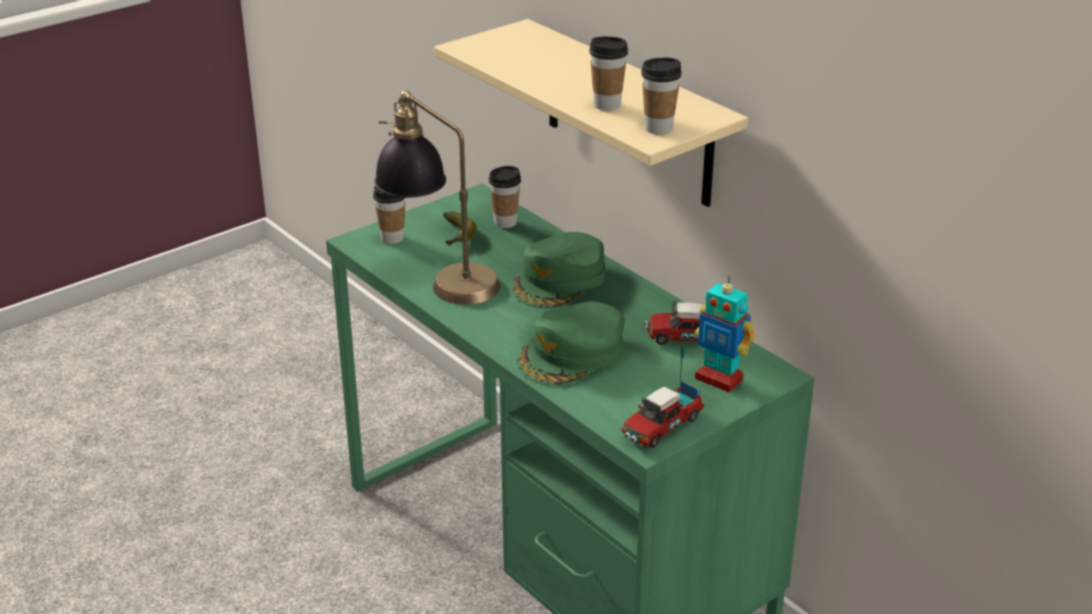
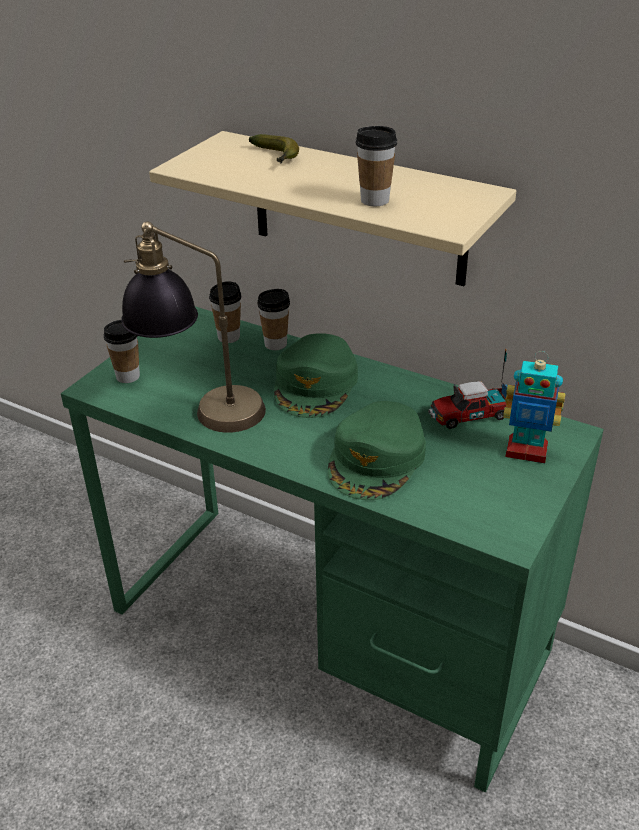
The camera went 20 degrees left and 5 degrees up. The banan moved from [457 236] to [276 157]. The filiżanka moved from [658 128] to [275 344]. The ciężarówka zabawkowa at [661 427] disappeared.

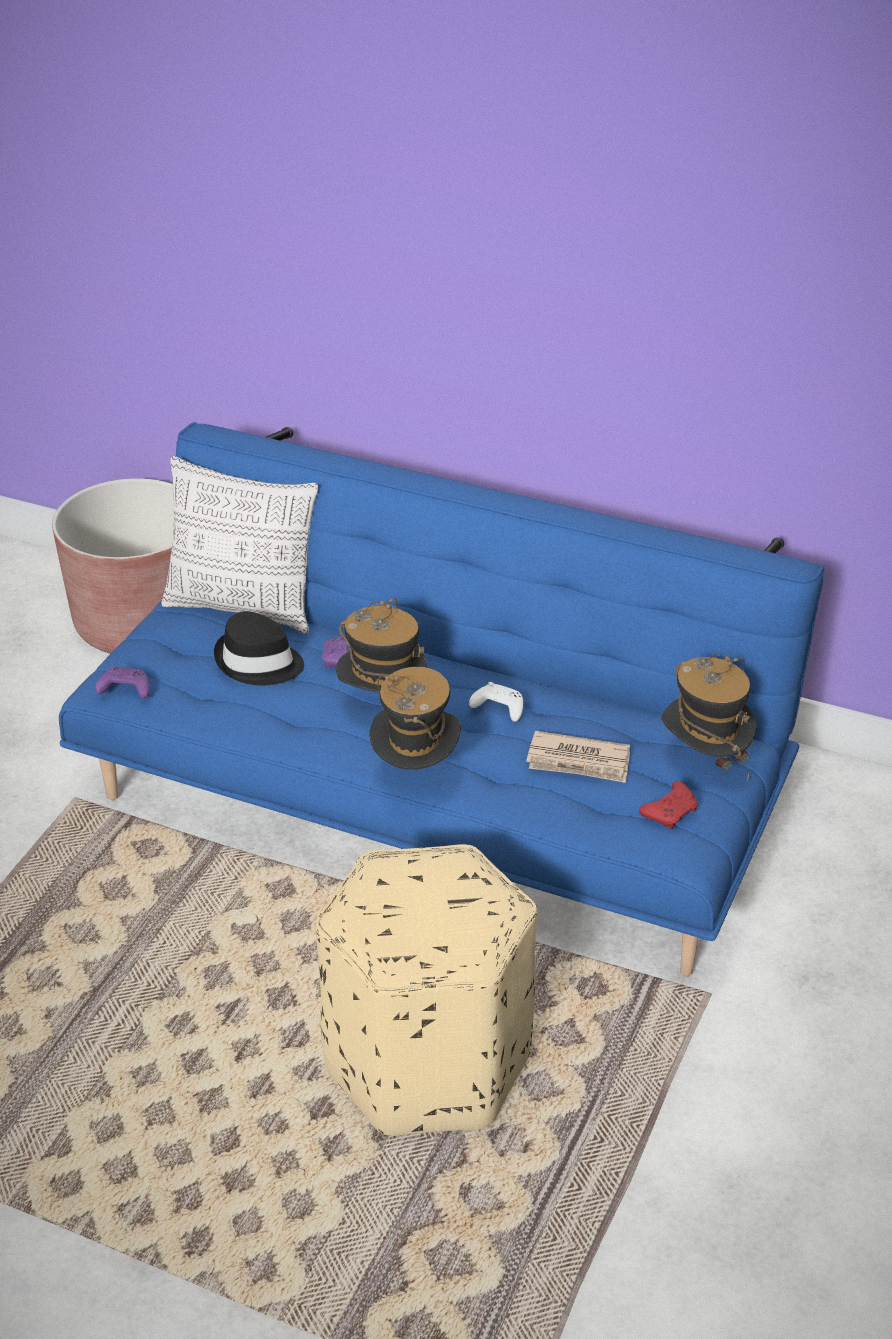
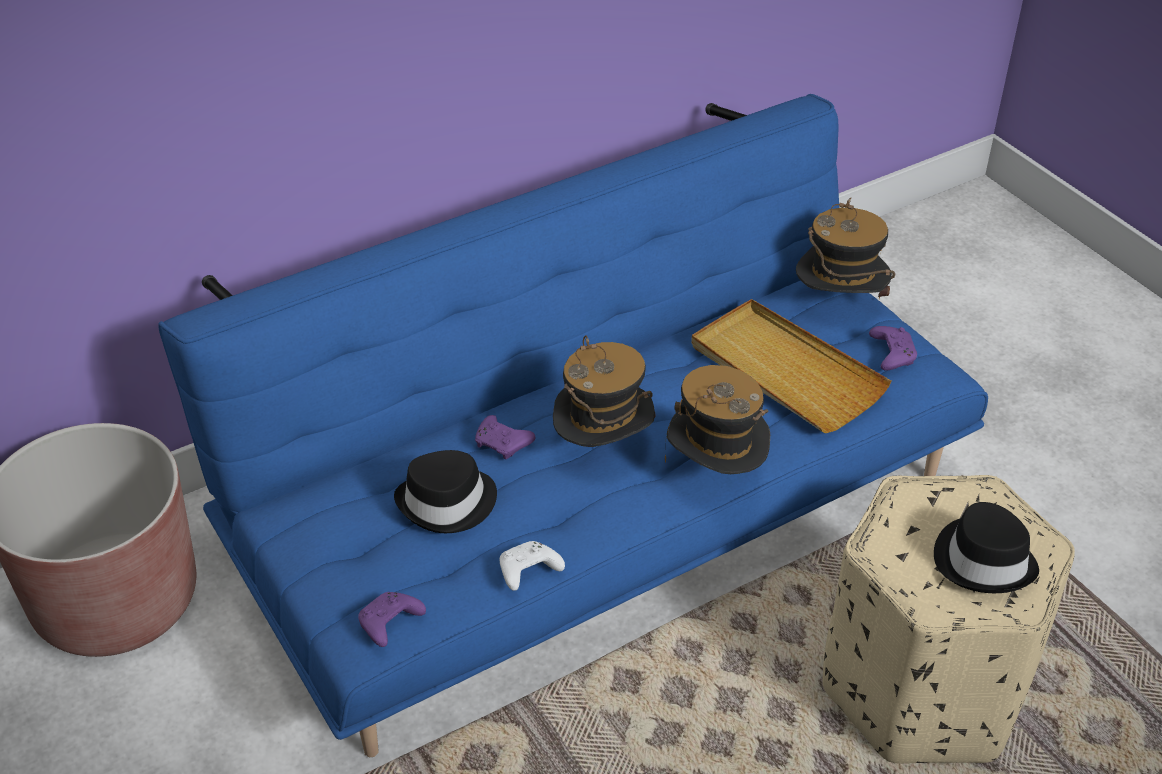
The camera went 55 degrees left and 5 degrees up. The pad do gier [biały] moved from [497 709] to [527 572]. The gazeta at [579 761] was replaced by the taca [beżowy] at [785 371]. The pad do gier [czerwony] at [671 812] became the pad do gier [fioletowy] at [891 354]. The kapelusz [czarny] at [984 560] appeared. The poduszka at [243 608] disappeared.

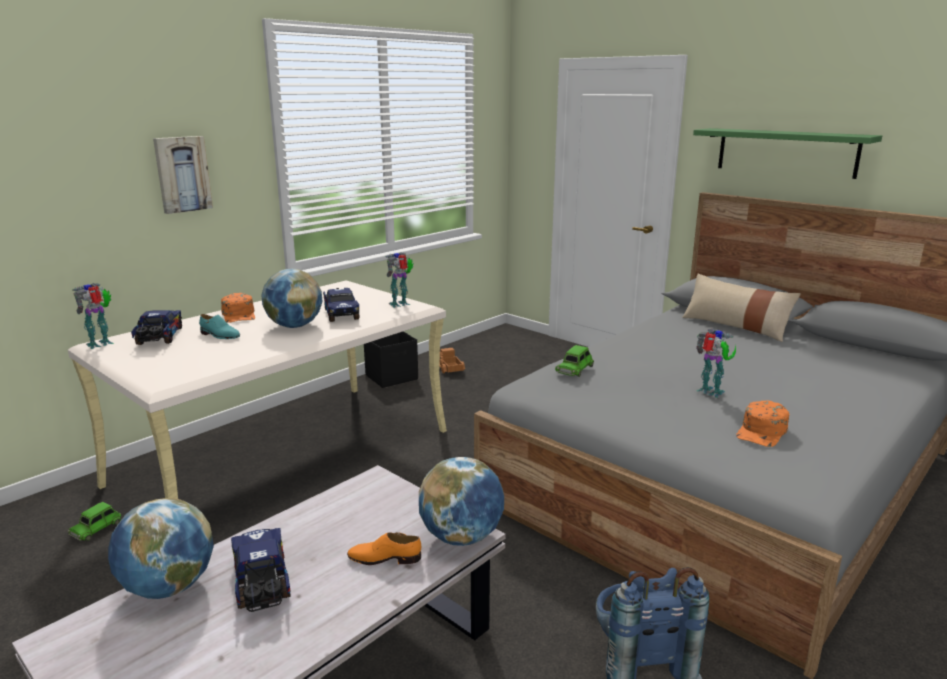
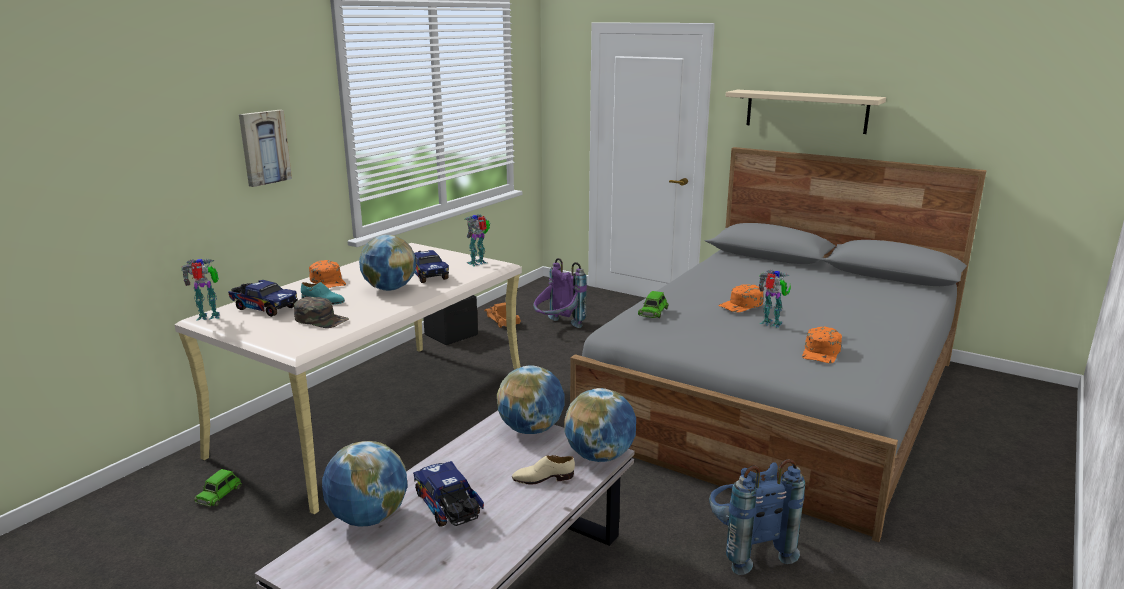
The camera went 10 degrees left and 0 degrees up. The robot zabawkowy at [101 344] turned 45 degrees clockwise. The ciężarówka zabawkowa at [159 338] turned 135 degrees clockwise. The czapka z daszkiem [zielony] at [321 319] appeared. The globus at [531 429] appeared. The but [pomarańczowy] at [384 558] became the but [beżowy] at [543 478]. The plecak [fioletowy] at [557 328] appeared. The czapka z daszkiem [pomarańczowy] at [741 305] appeared. The półka [zielony] at [786 152] became the półka [beżowy] at [806 111]. The poduszka [beżowy] at [735 326] disappeared.

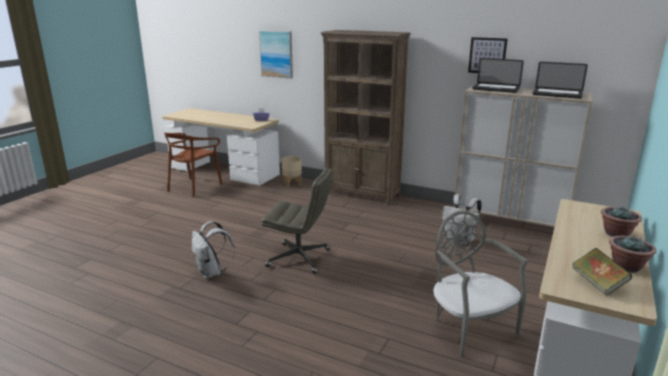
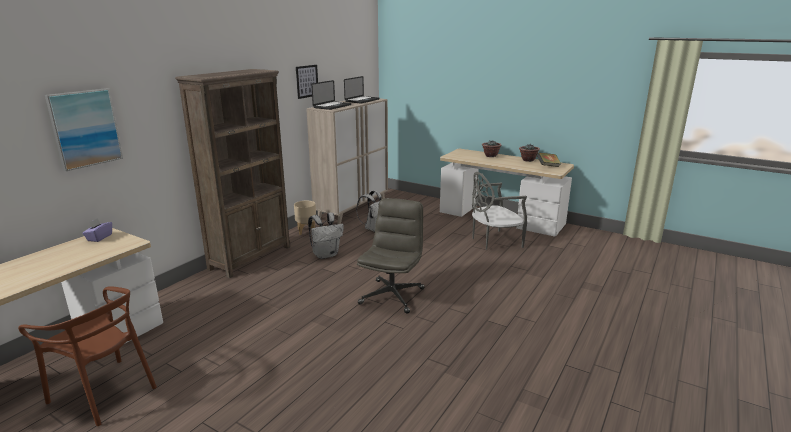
The camera went 85 degrees left and 0 degrees up. The donica [beżowy] moved from [292 184] to [306 231]. The plecak [biały] moved from [212 273] to [326 254].

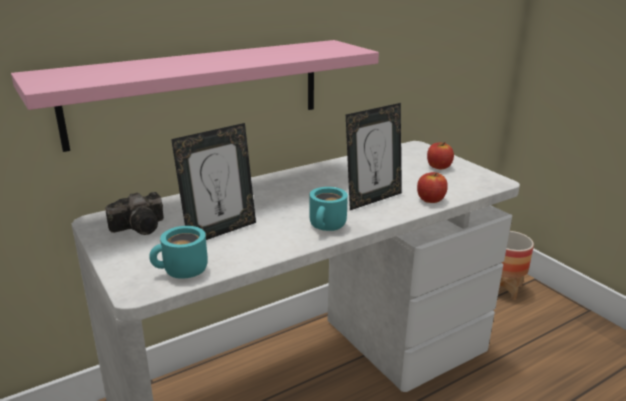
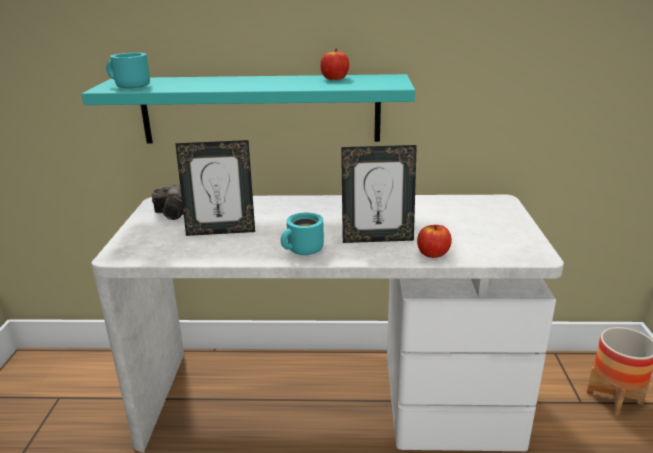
The camera went 35 degrees right and 0 degrees up. The półka [różowy] at [198 91] became the półka [turkusowy] at [260 109]. The kubek [turkusowy] moved from [182 272] to [129 87]. The jabłko moved from [438 167] to [334 78].

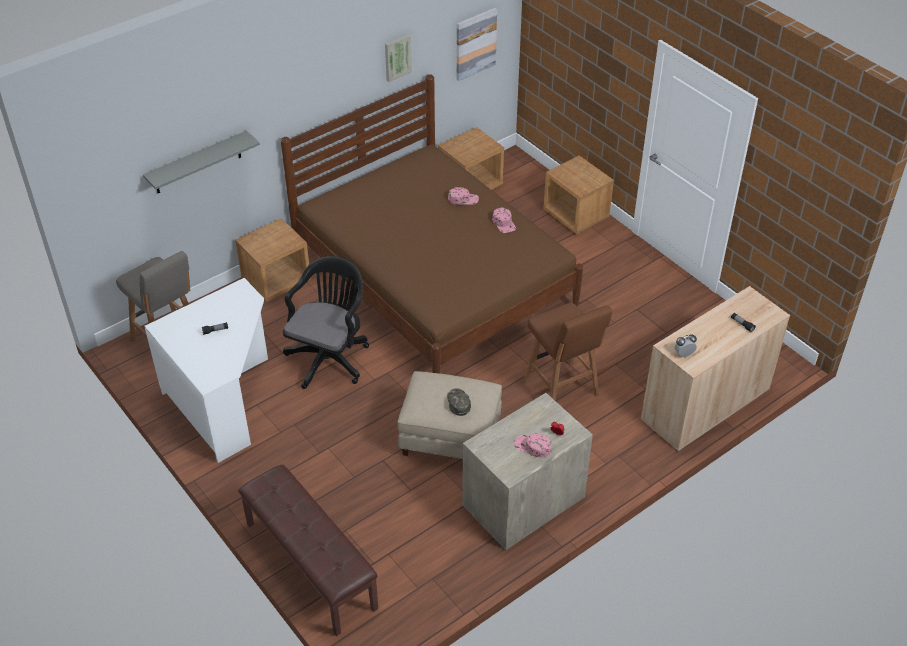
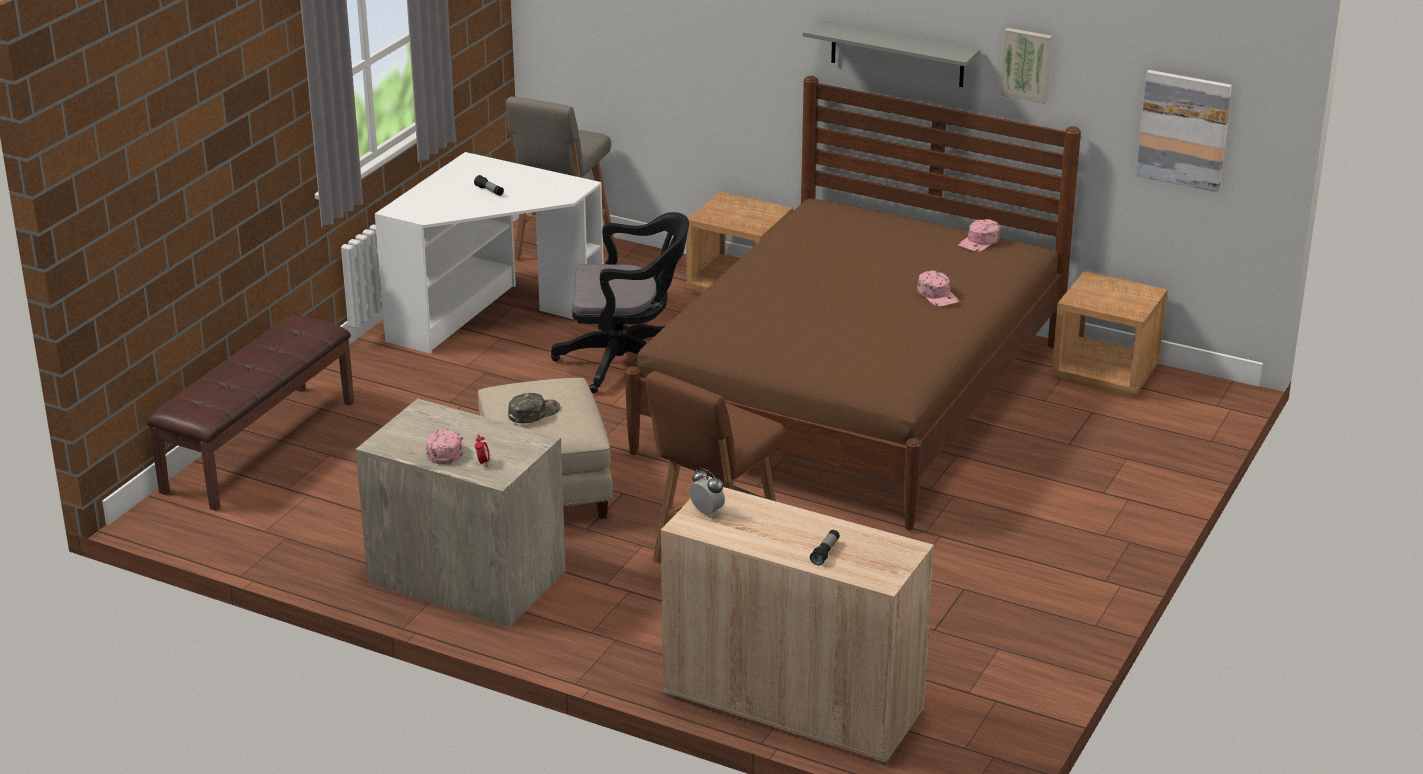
The camera went 65 degrees right and 15 degrees down. The półka [szary] moved from [197 163] to [897 54]. The czapka z daszkiem [różowy] moved from [504 223] to [979 242]. The szafka nocna [brązowy] at [576 215] disappeared.

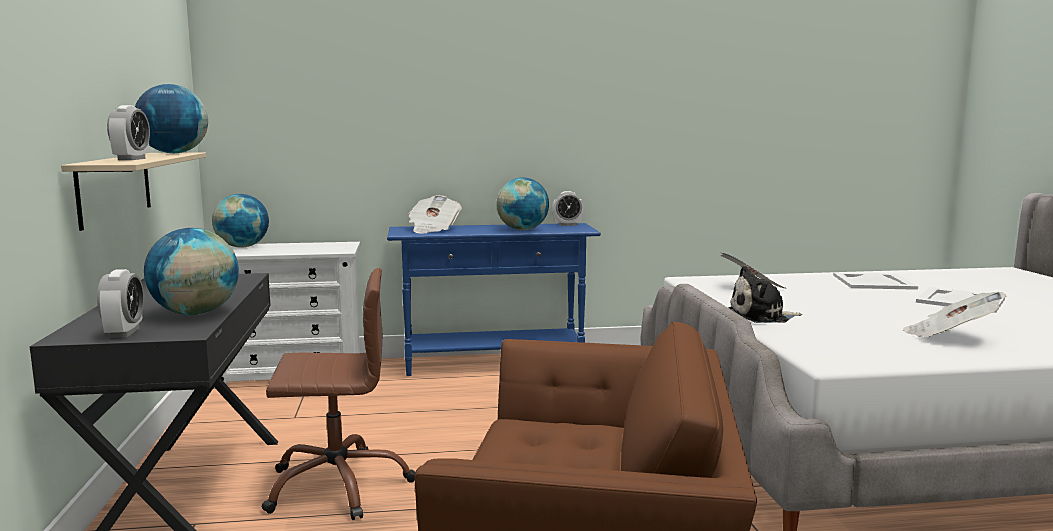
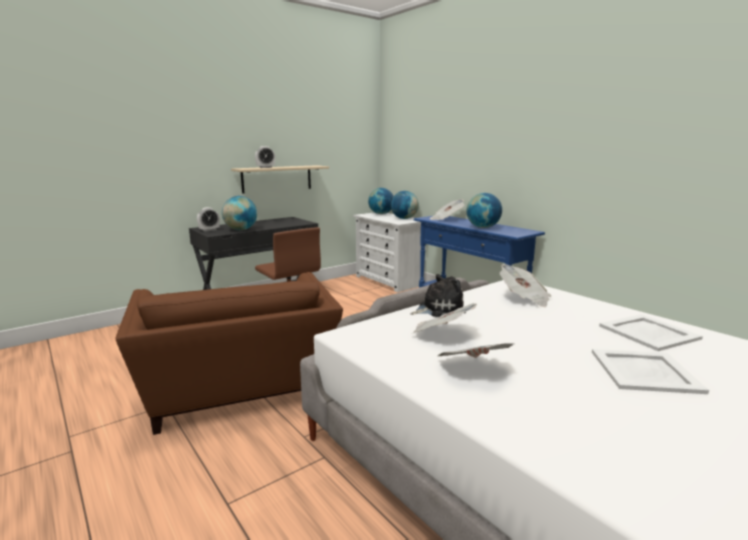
The camera went 60 degrees right and 5 degrees up. The globus moved from [174 153] to [404 218]. The pluszak at [761 316] turned 105 degrees clockwise. The gazeta at [441 334] appeared. The budzik at [567 225] disappeared.

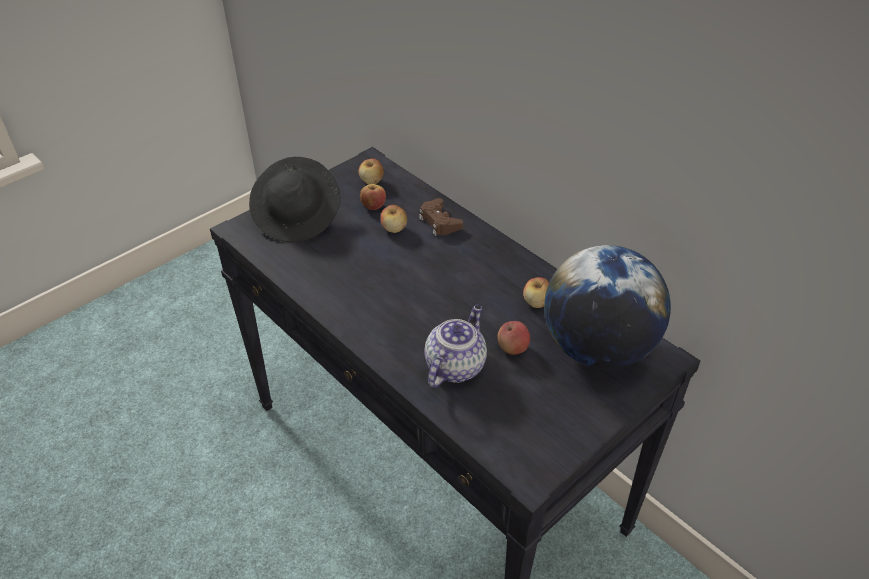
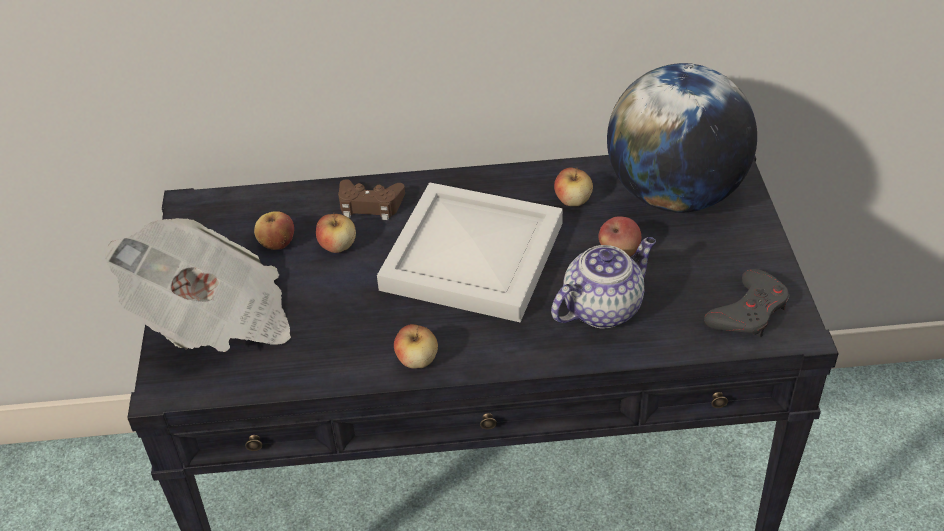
The camera went 50 degrees left and 0 degrees up. The kapelusz [czarny] at [298 217] was replaced by the gazeta at [214 319]. The taca [biały] at [471 254] appeared. The jabłko moved from [372 181] to [417 360]. The imbryk at [455 365] turned 75 degrees clockwise. The pad do gier [szary] at [749 311] appeared.

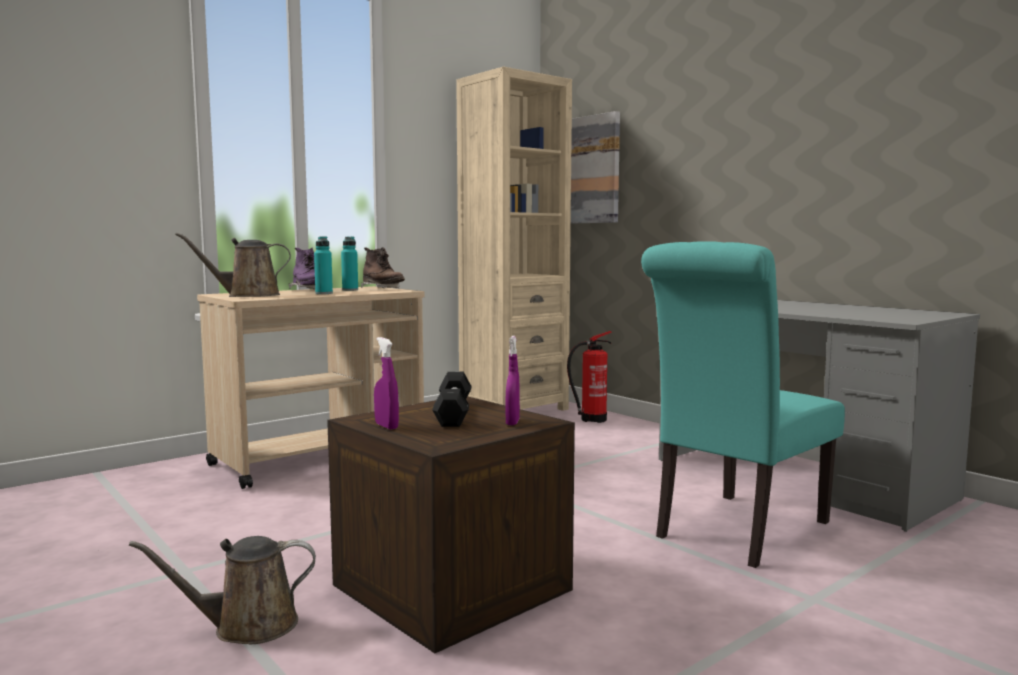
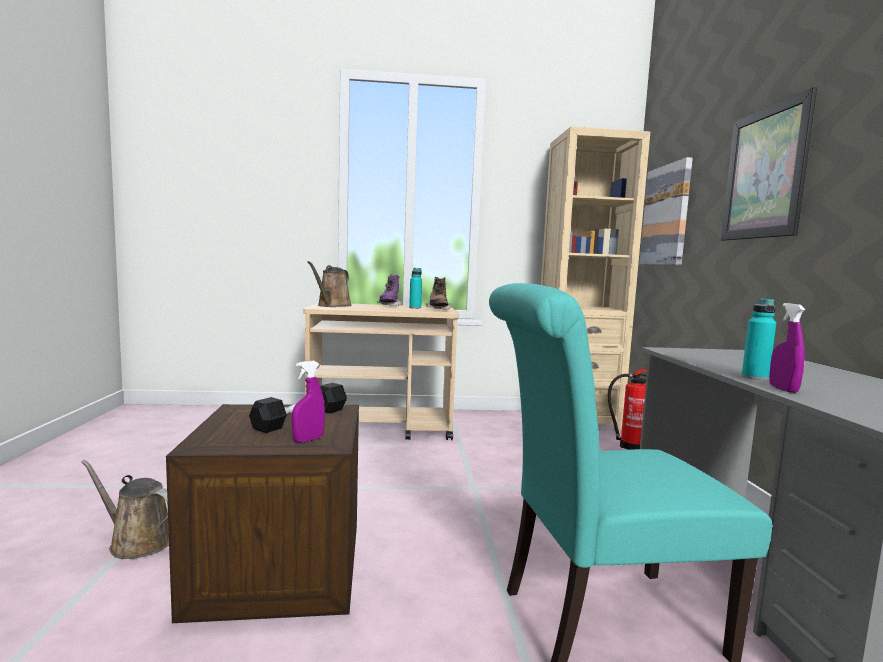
The camera went 35 degrees right and 0 degrees up. The konewka [brązowy] at [248 296] turned 90 degrees counterclockwise. The obraz at [765 173] appeared. The butelka [turkusowy] moved from [324 293] to [755 377]. The spryskiwacz [fioletowy] moved from [386 426] to [783 389].

